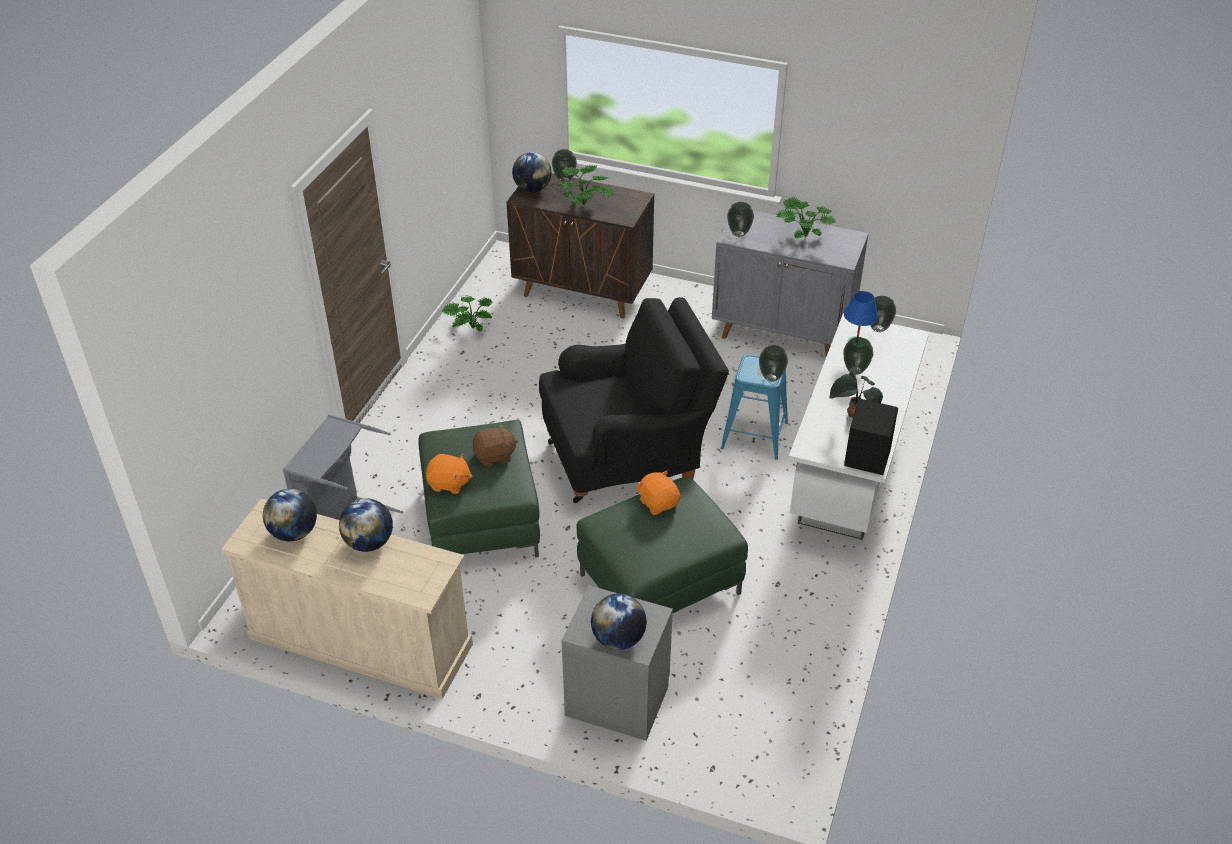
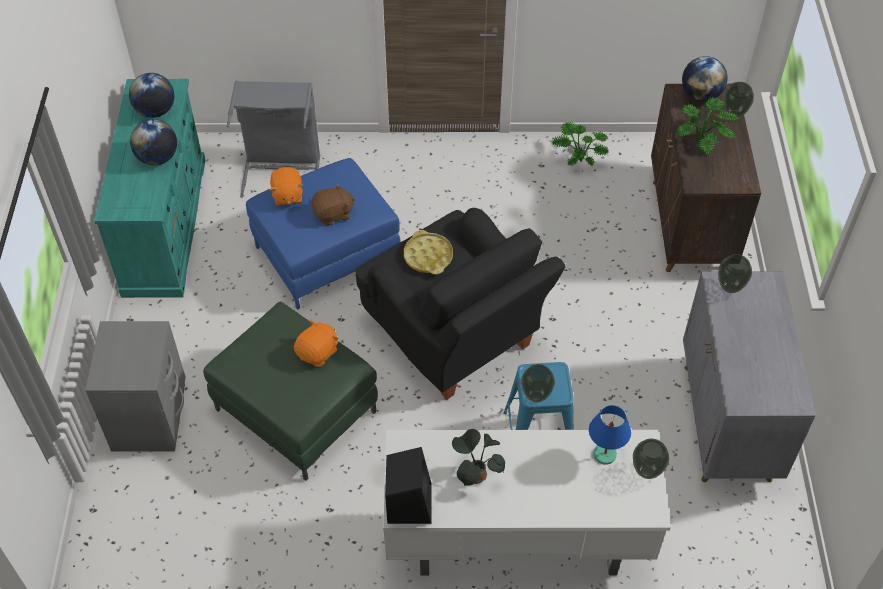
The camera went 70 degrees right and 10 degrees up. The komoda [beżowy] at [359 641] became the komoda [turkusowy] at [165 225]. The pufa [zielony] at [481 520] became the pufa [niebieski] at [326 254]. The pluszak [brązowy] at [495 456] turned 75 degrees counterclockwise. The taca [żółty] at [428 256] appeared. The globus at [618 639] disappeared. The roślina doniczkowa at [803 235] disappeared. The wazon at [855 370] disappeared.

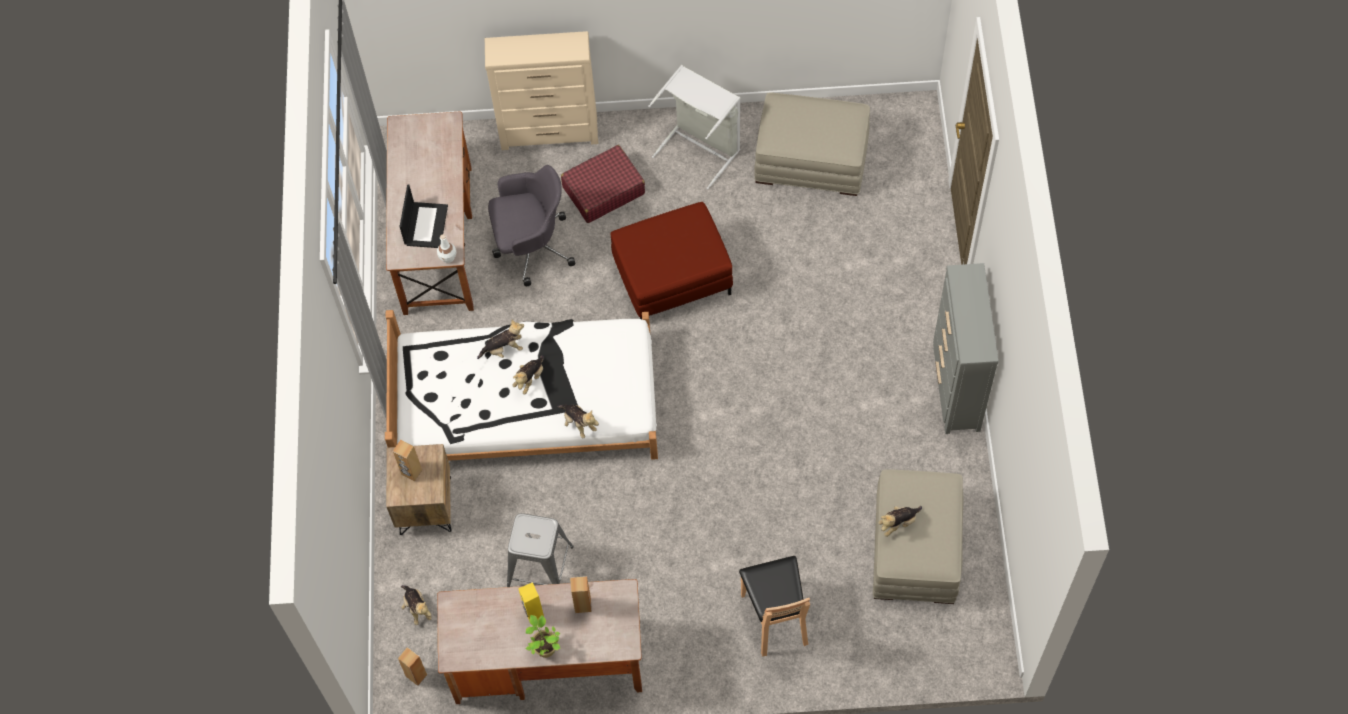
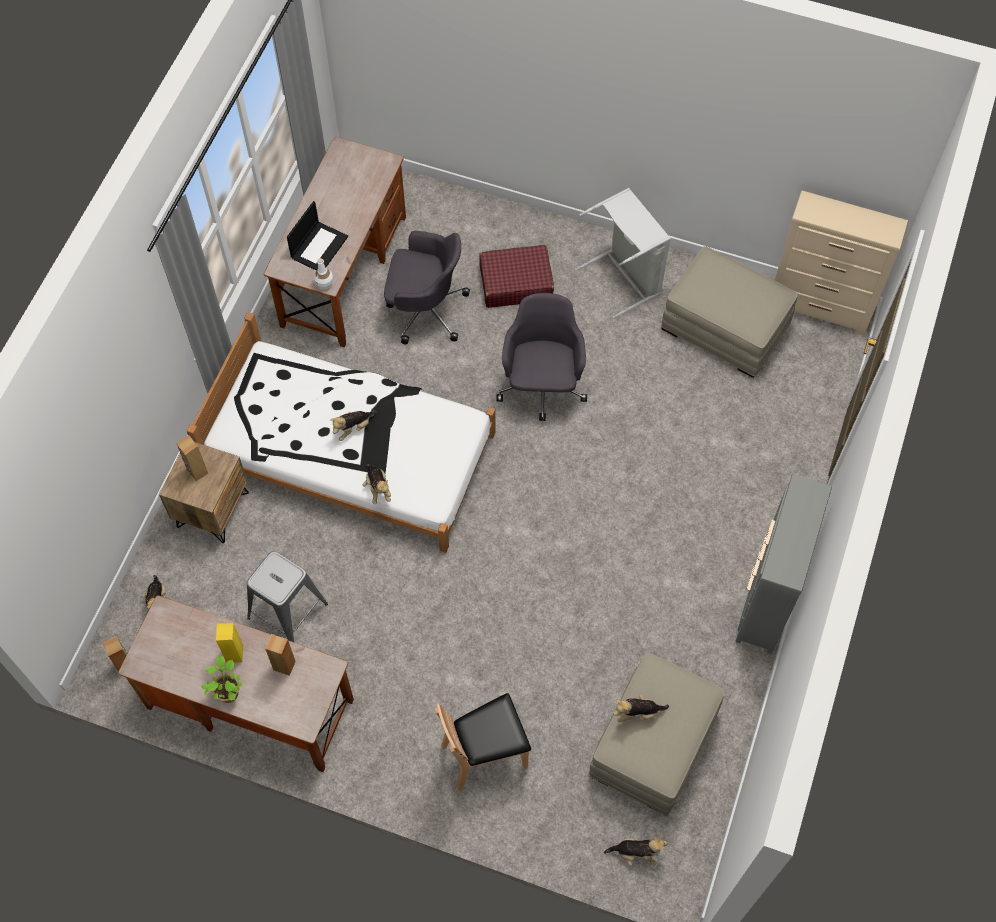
The camera went 20 degrees right and 0 degrees up. The krzesło [brązowy] at [775 618] turned 60 degrees clockwise. The pufa [czerwony] at [673 276] was replaced by the krzesło biurowe [szary] at [542 387]. The pluszak moved from [504 349] to [635 853]. The komoda [beżowy] moved from [550 133] to [820 308].

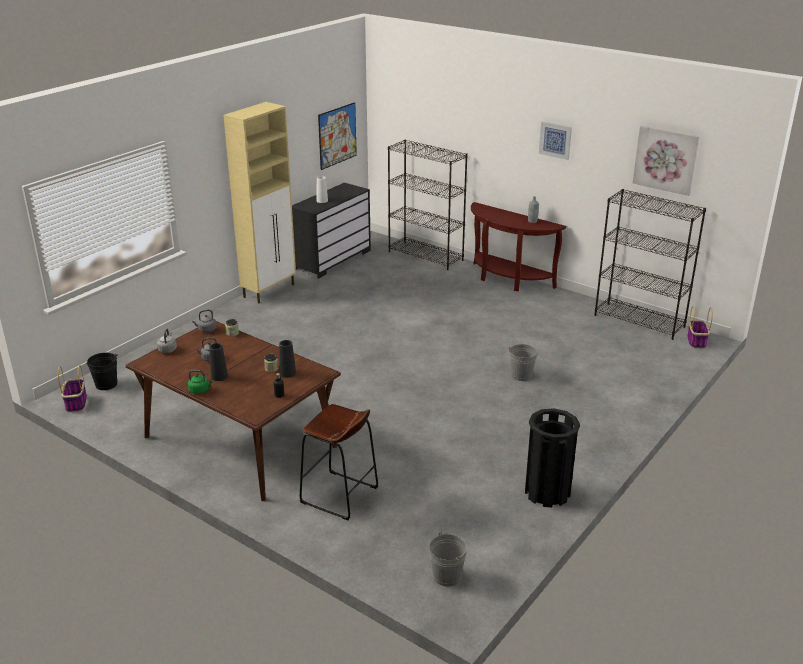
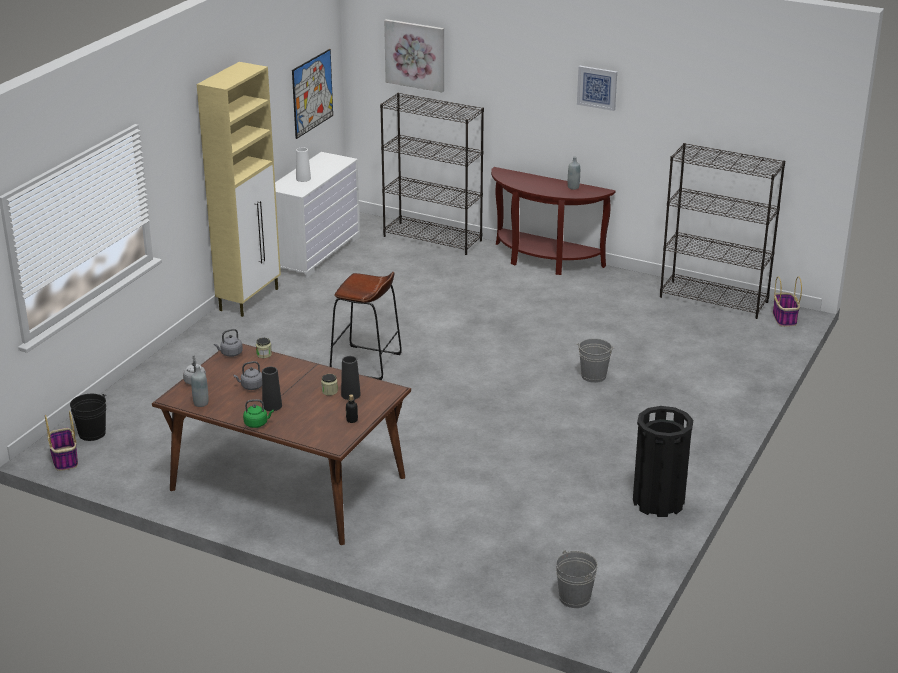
The camera went 10 degrees left and 0 degrees up. The butelka [szary] at [201 403] appeared. The komoda [czarny] at [332 259] became the komoda [biały] at [315 252]. The stołek [brązowy] moved from [339 495] to [366 363]. The obraz moved from [666 159] to [415 55].

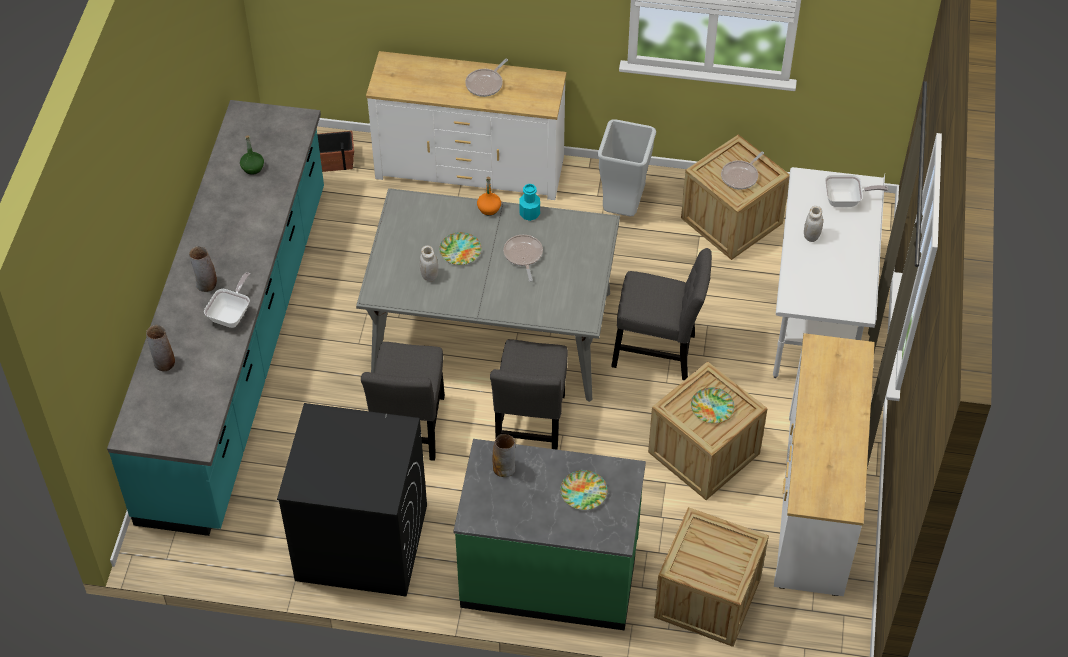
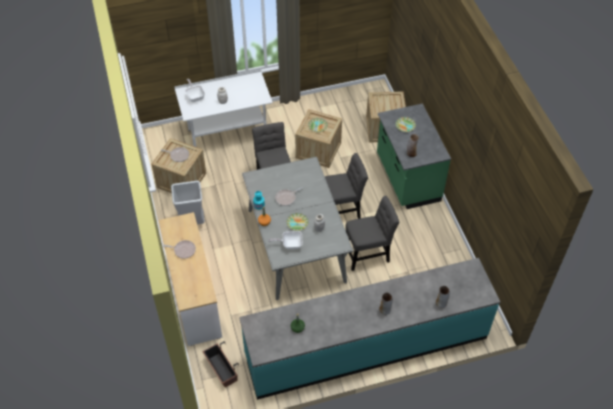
The camera went 115 degrees left and 0 degrees up. The patelnia moved from [232 314] to [290 244]. The pralka [czarny] at [360 543] disappeared. The komoda [biały] at [816 502] disappeared.

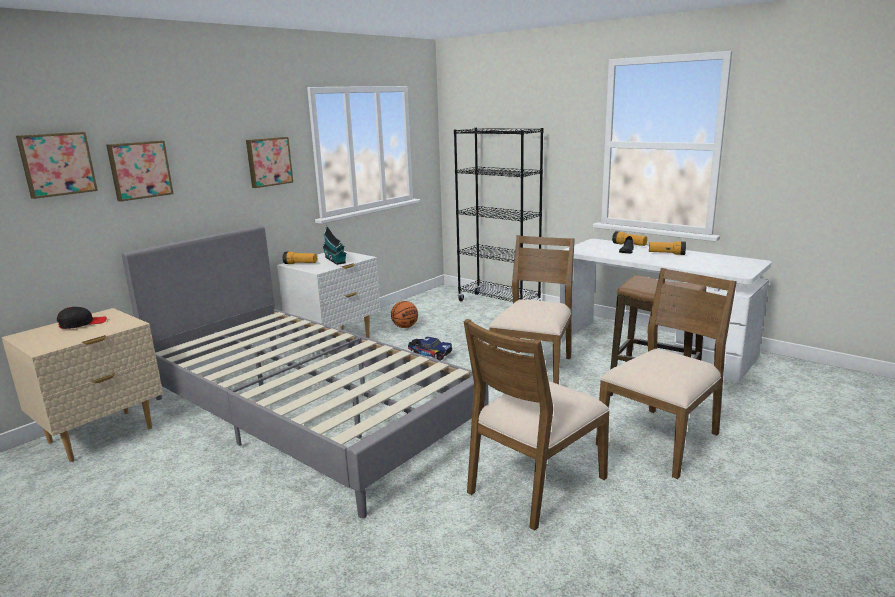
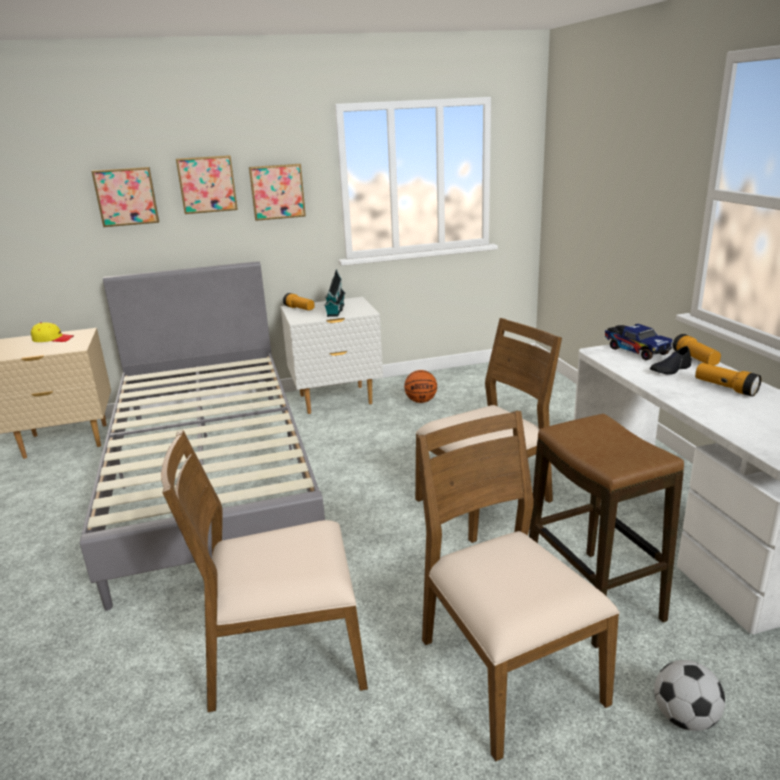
The camera went 35 degrees right and 5 degrees up. The czapka z daszkiem [czarny] at [82 324] became the czapka z daszkiem [żółty] at [53 339]. The obraz moved from [57 164] to [207 184]. The krzesło [brązowy] at [661 439] turned 105 degrees counterclockwise. The ciężarówka zabawkowa moved from [429 354] to [635 351]. The piłka futbolowa at [684 718] appeared. The regał [czarny] at [499 304] disappeared.

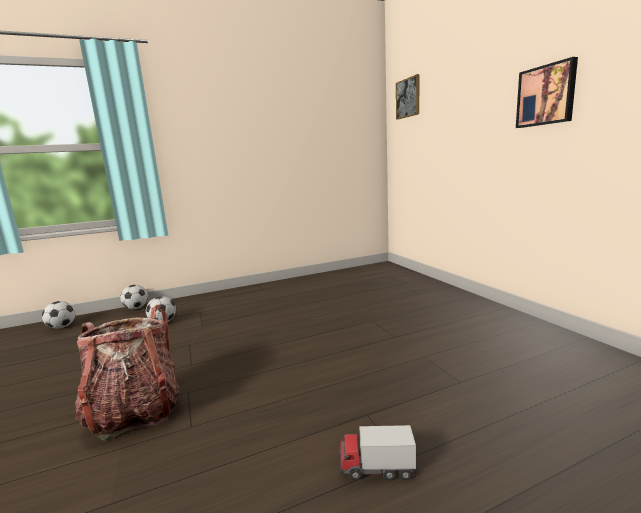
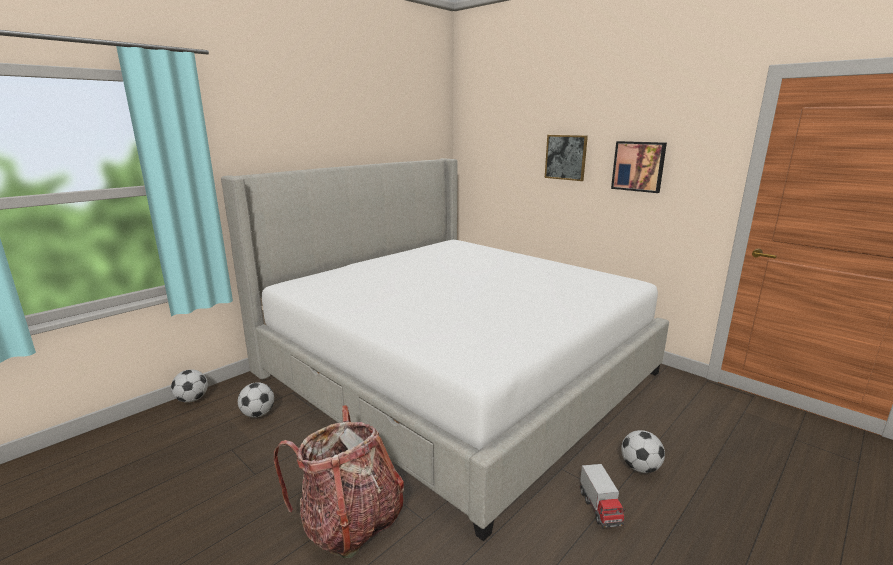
The camera went 25 degrees left and 5 degrees up. The łóżko at [455 373] appeared. The obraz moved from [408 98] to [566 157]. The ciężarówka zabawkowa at [376 468] turned 75 degrees counterclockwise. The piłka futbolowa moved from [62 327] to [640 467].

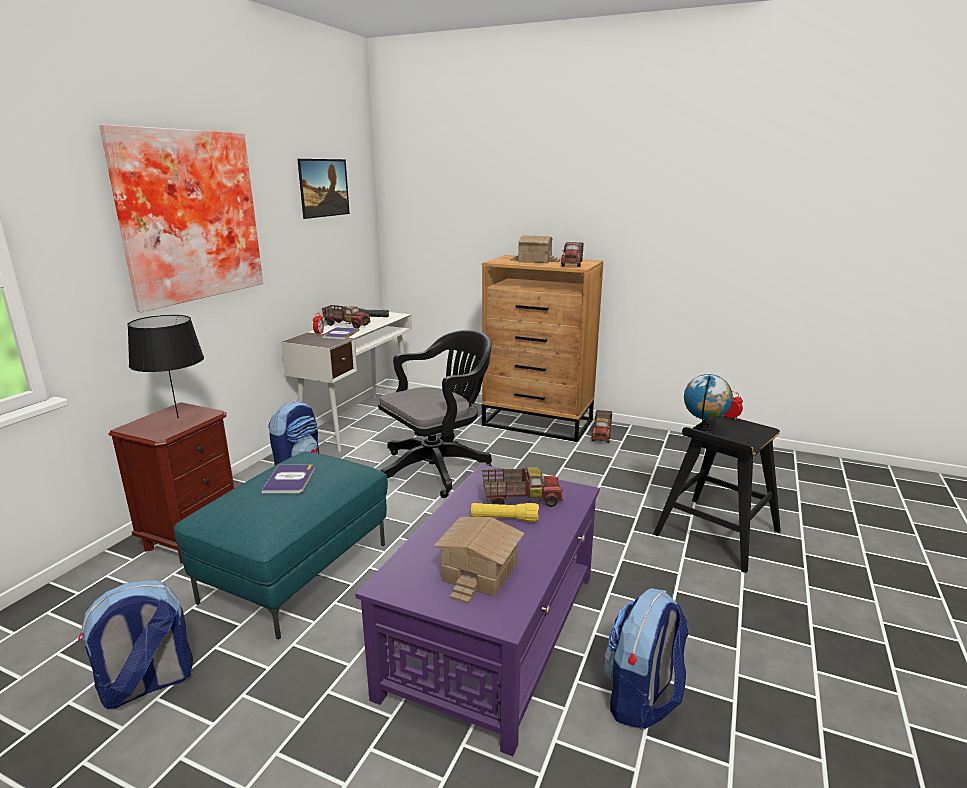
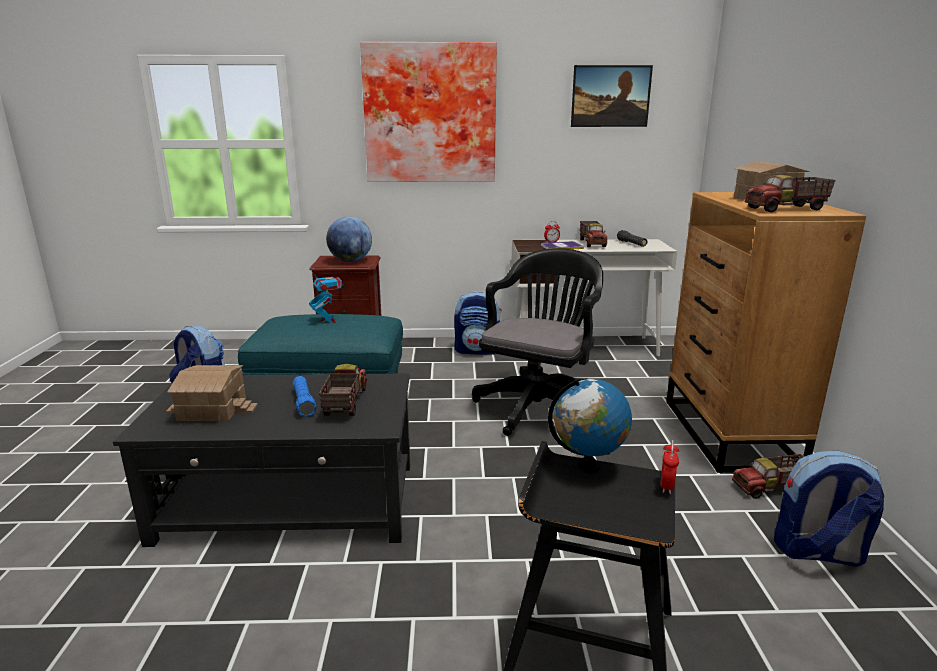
The camera went 65 degrees right and 0 degrees up. The ława [fioletowy] at [495 630] became the ława [czarny] at [291 502]. The latarka [żółty] at [504 519] became the latarka [niebieski] at [303 402]. The książka at [289 480] was replaced by the robot zabawkowy at [328 321]. The ciężarówka zabawkowa at [520 500] turned 150 degrees counterclockwise. The lampa stołowa [czarny] at [178 418] was replaced by the globus at [350 261]. The krzesło biurowe [czarny] at [438 468] turned 90 degrees counterclockwise. The plecak moved from [642 698] to [817 553].

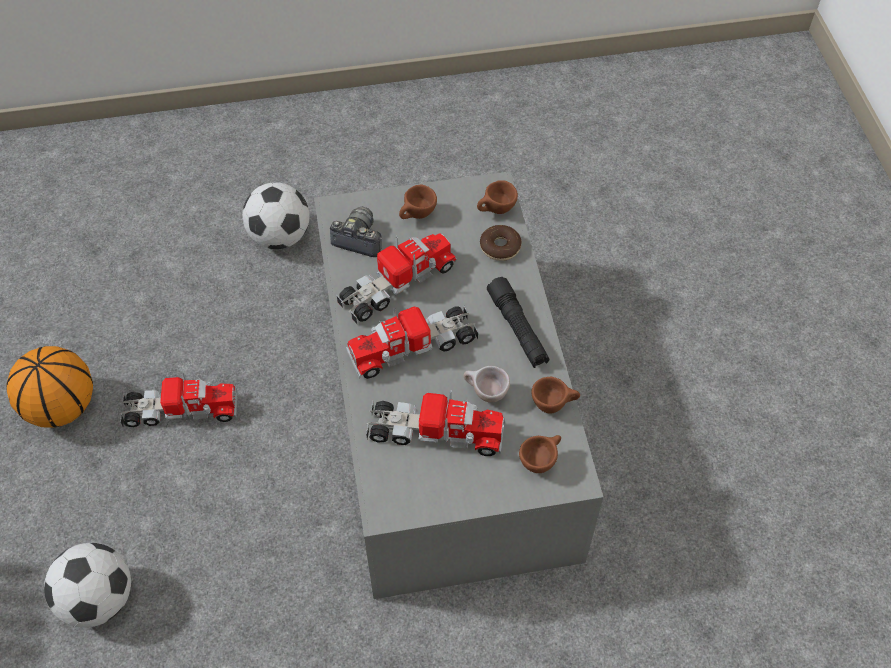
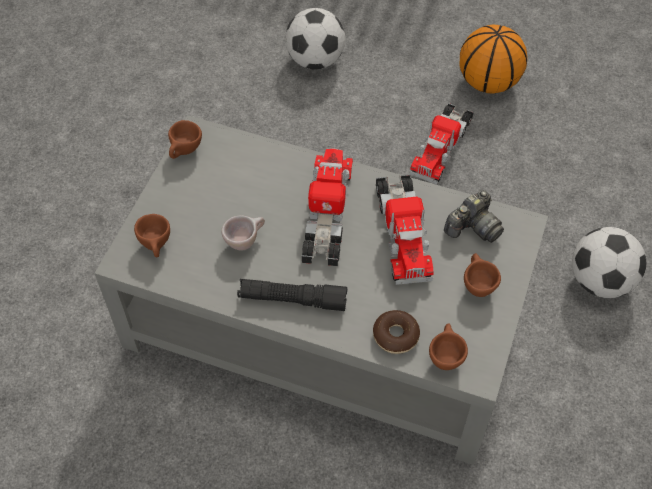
The camera went 120 degrees right and 0 degrees up. The filiżanka [brązowy] moved from [553 405] to [185 153]. The ciężarówka zabawkowa at [435 433] disappeared.

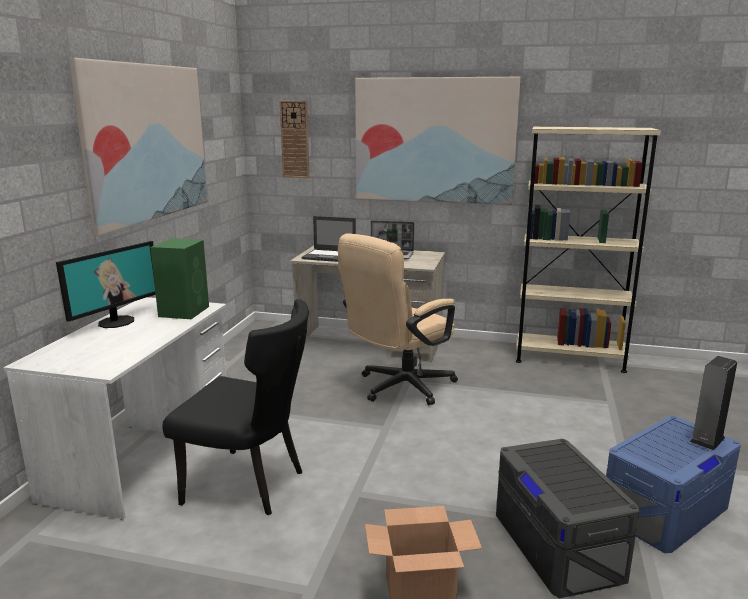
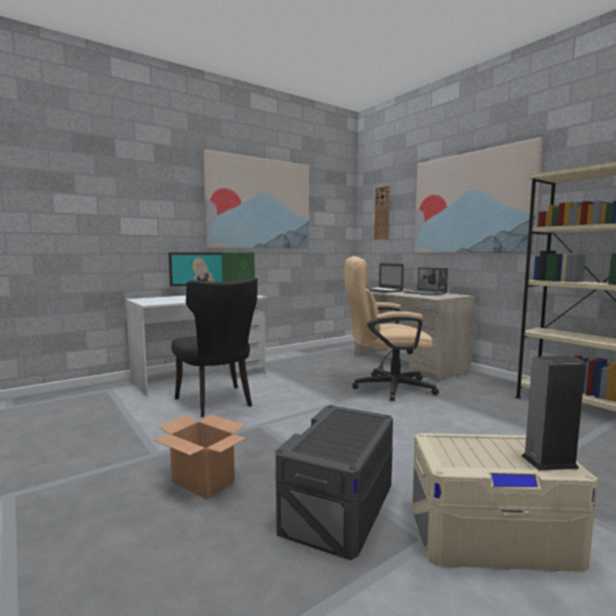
The camera went 40 degrees right and 10 degrees down. The pojemnik do przechowywania [niebieski] at [664 510] became the pojemnik do przechowywania [beżowy] at [491 535].

